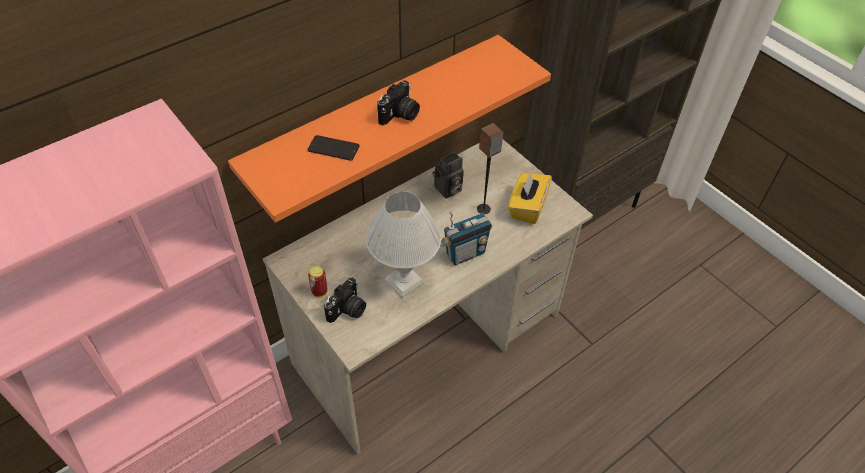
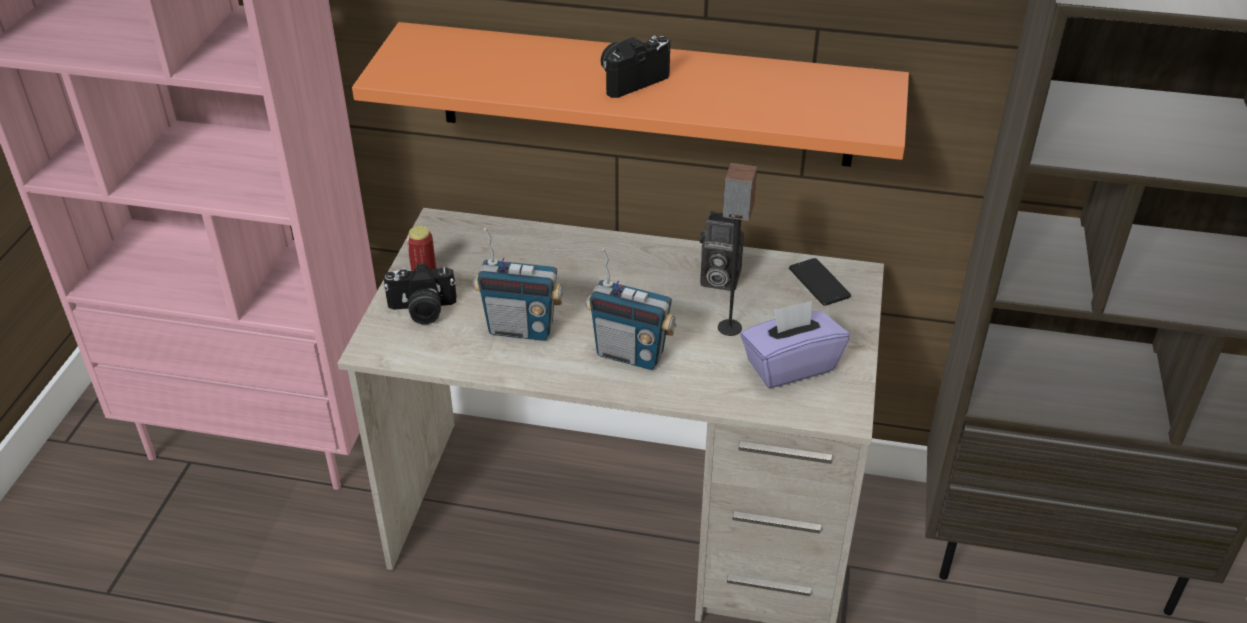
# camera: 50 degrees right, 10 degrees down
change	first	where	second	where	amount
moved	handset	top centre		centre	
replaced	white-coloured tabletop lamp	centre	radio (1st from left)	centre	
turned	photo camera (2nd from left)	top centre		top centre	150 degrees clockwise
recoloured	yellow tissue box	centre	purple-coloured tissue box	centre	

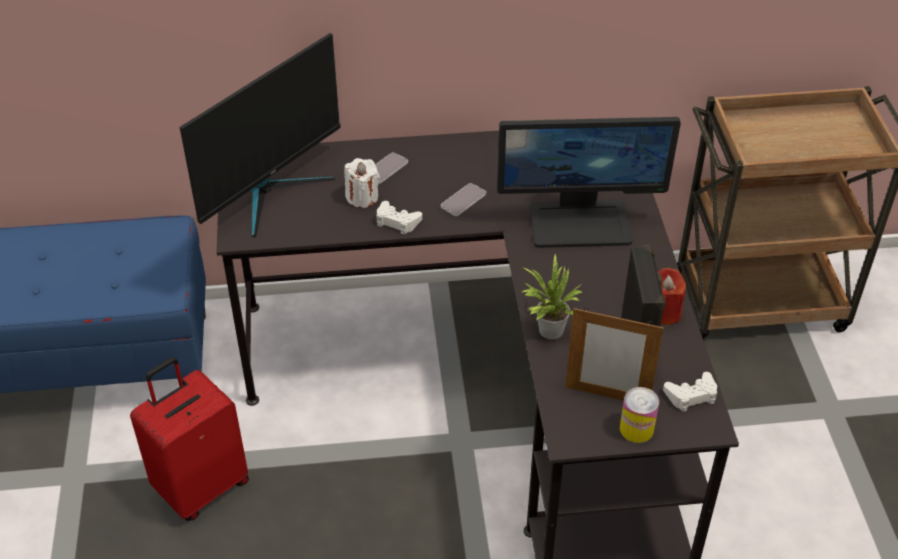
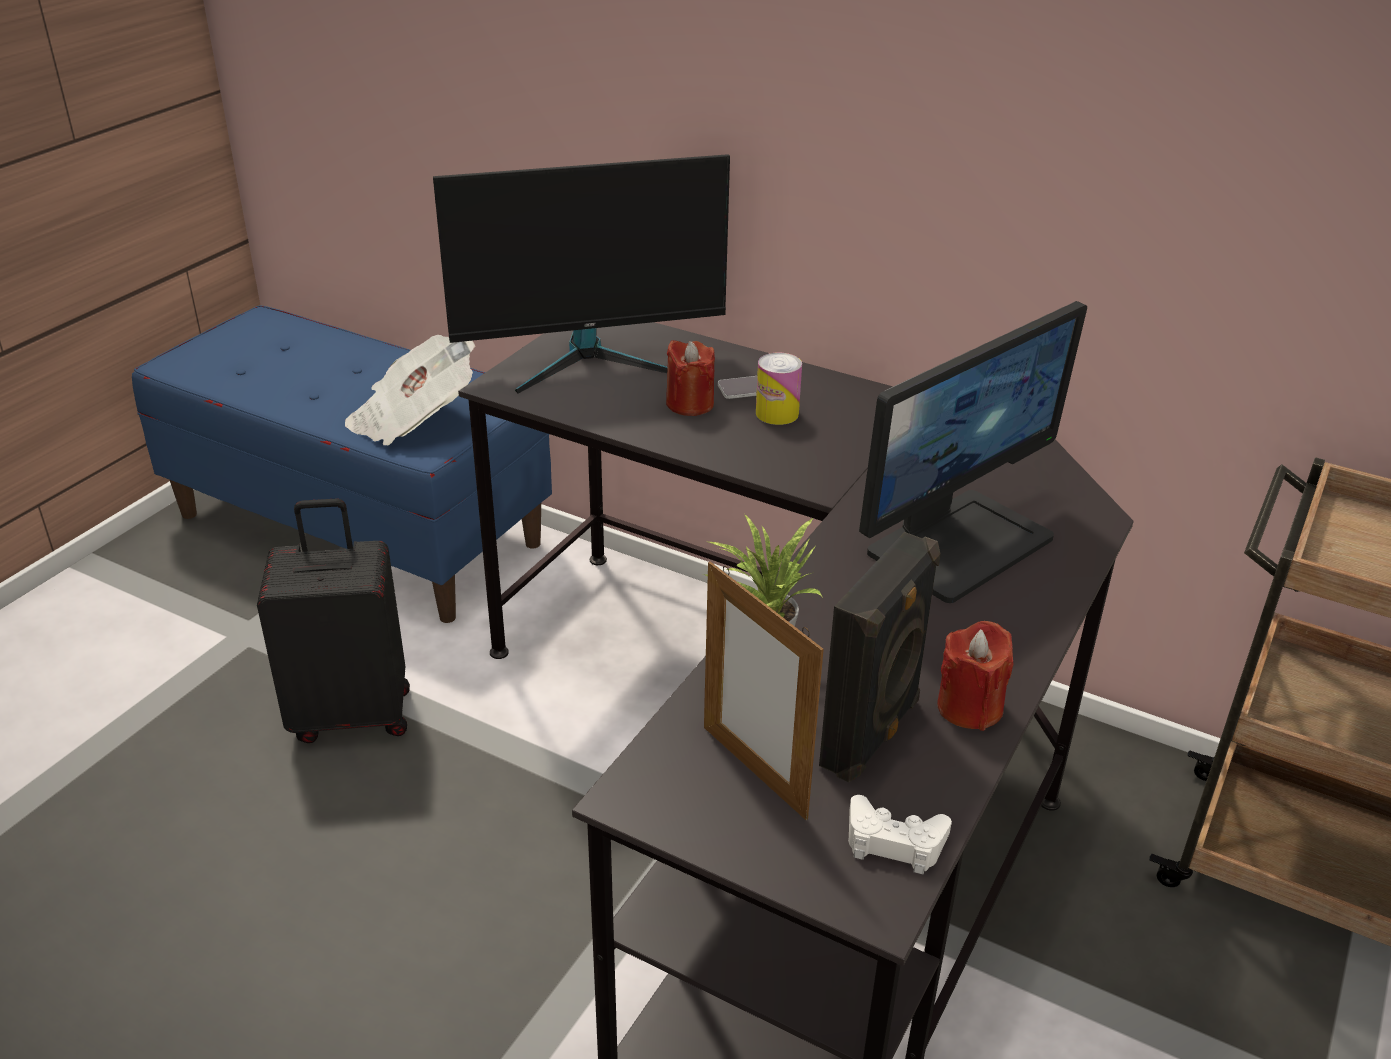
# camera: 35 degrees right, 10 degrees down
change	first	where	second	where	amount
recoloured	red travel case	bottom left	black-coloured travel case	middle left	
recoloured	white-coloured wax candle	top centre	red wax candle (1st from left)	centre	
removed	white-coloured gamepad (1st from left)	centre			
removed	handset (2nd from left)	centre			
turned	monitor (2nd from left)	top centre		middle right	75 degrees counterclockwise
moved	metal can	bottom right		centre	
added			newspaper	middle left	

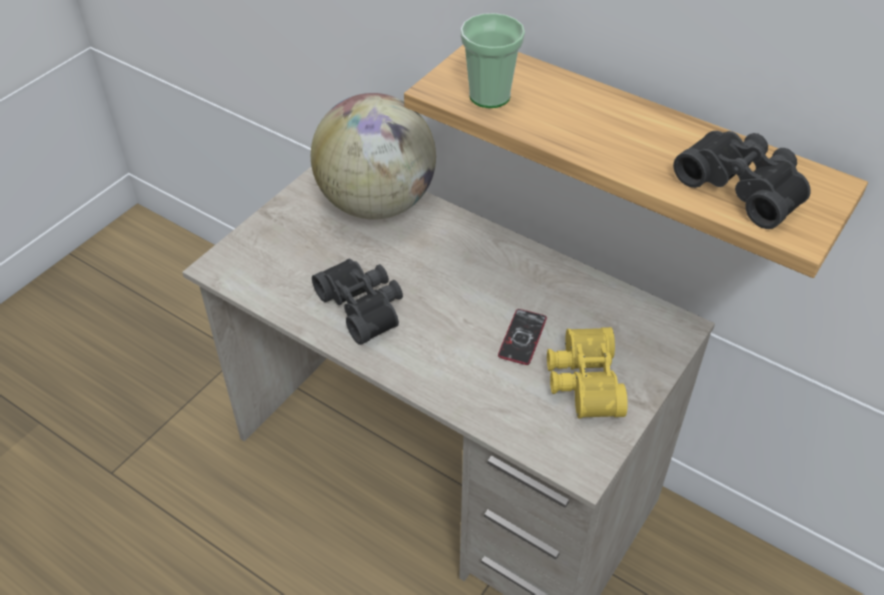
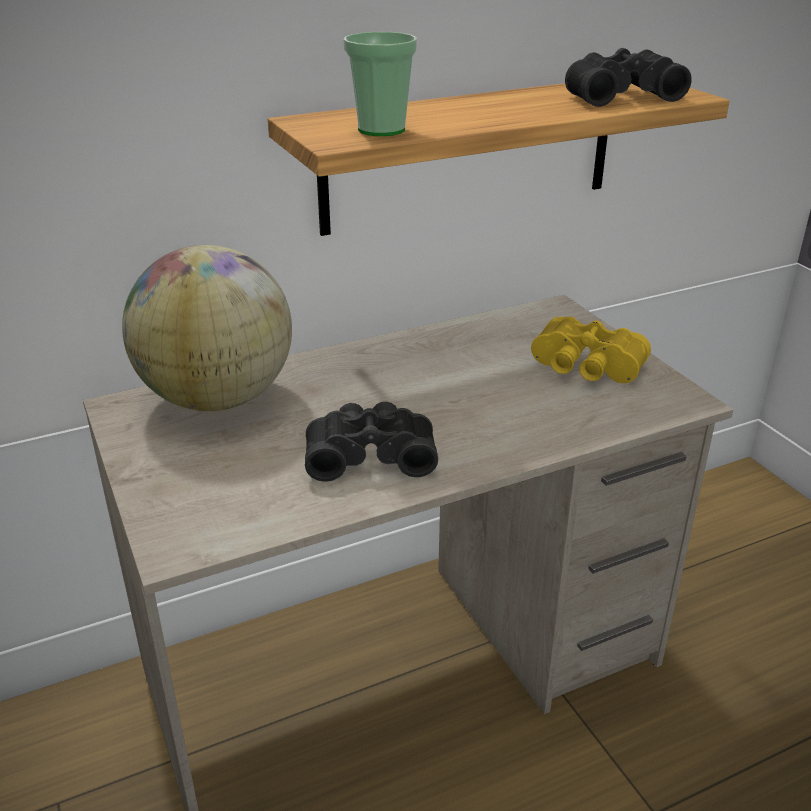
# camera: 60 degrees left, 15 degrees down
change	first	where	second	where	amount
removed	handset	centre			

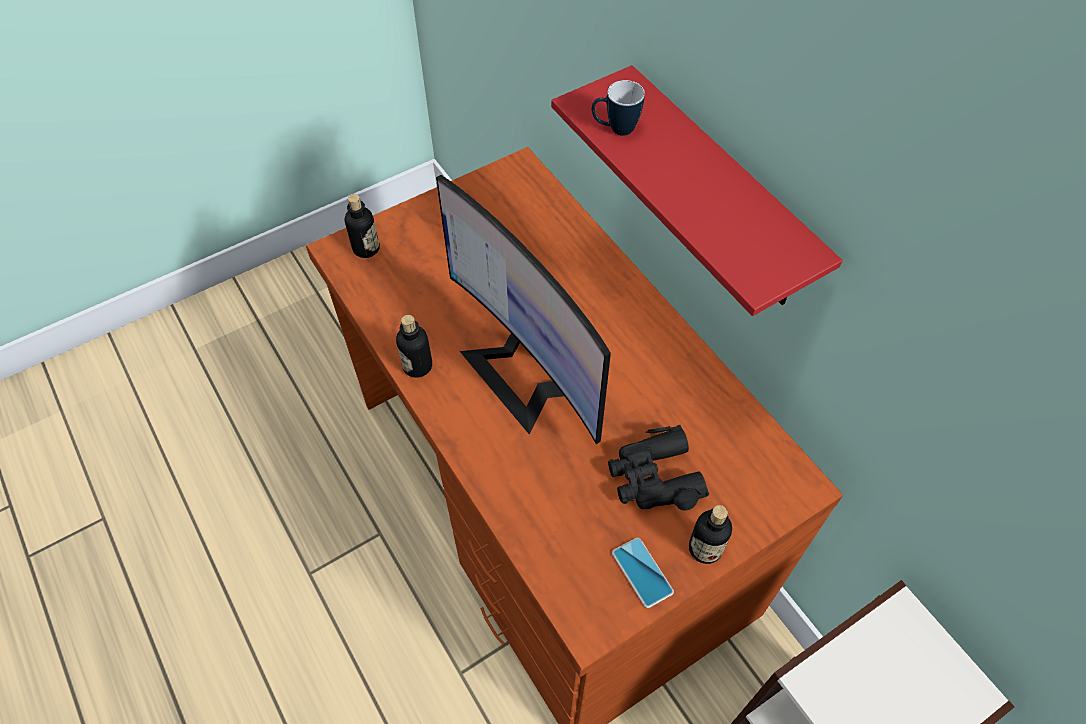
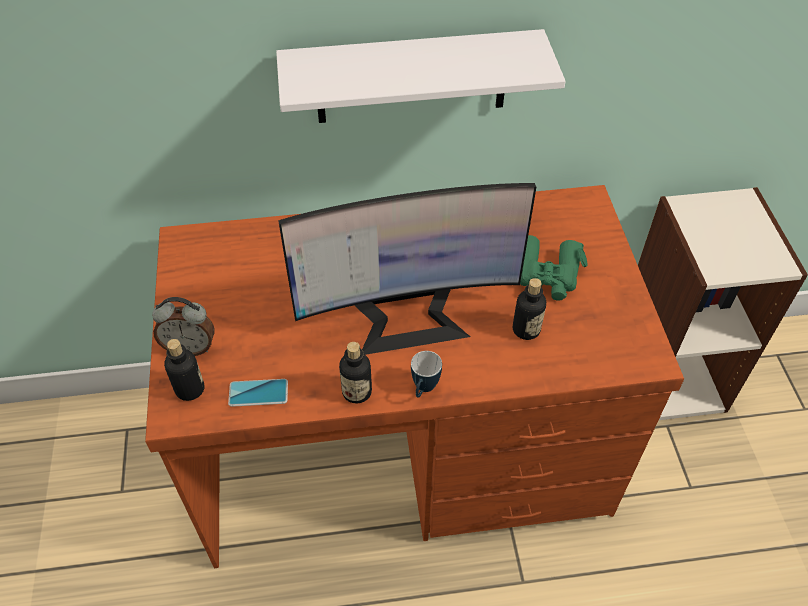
# camera: 65 degrees left, 5 degrees down
change	first	where	second	where	amount
recoloured	red shelf	top centre	white-coloured shelf	top centre	
moved	tea mug	top centre		centre	
recoloured	black-coloured field glasses	centre	greenish field glasses	middle right	
moved	handset	bottom centre		middle left	
moved	bottle (3rd from left)	bottom centre		centre	
added			alarm clock	middle left	

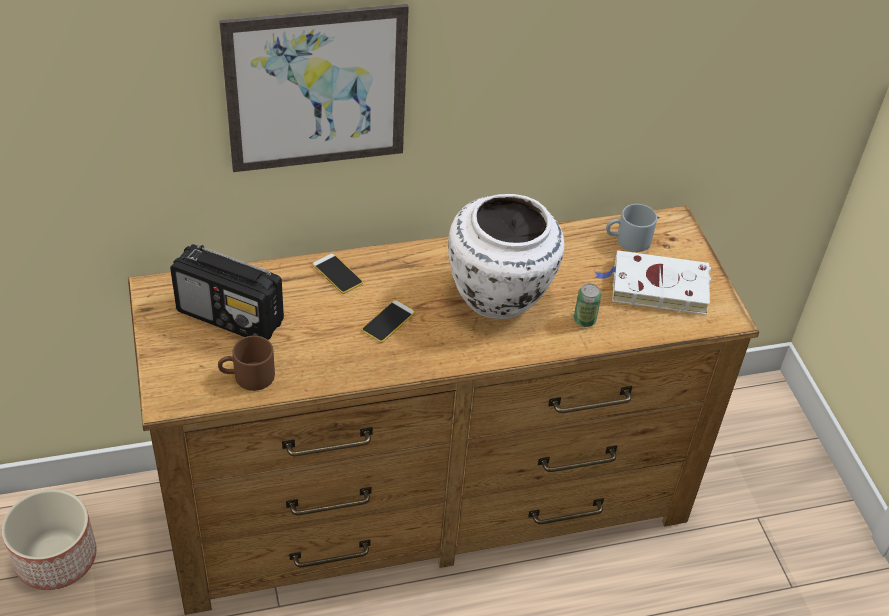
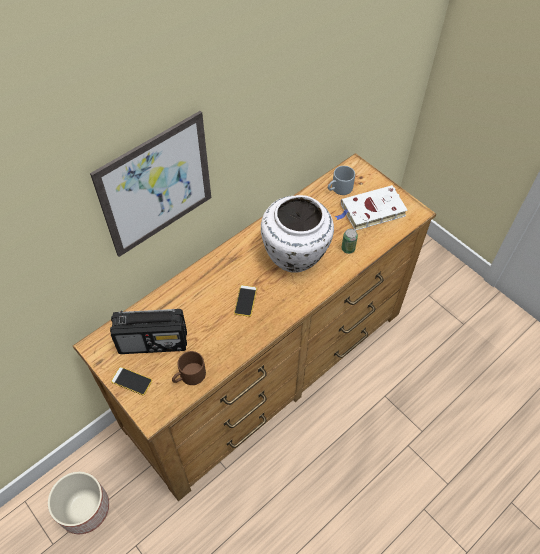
# camera: 25 degrees left, 10 degrees up
change	first	where	second	where	amount
moved	handset (1st from left)	centre		bottom left	

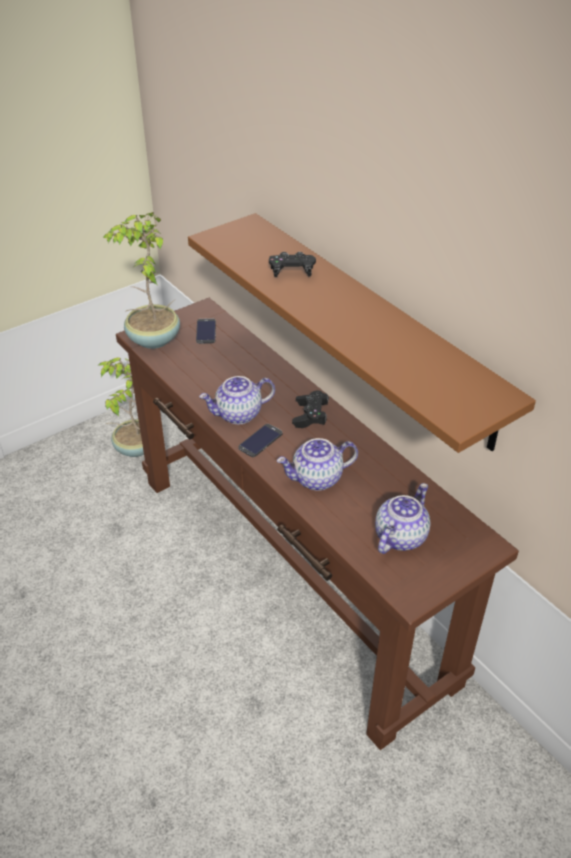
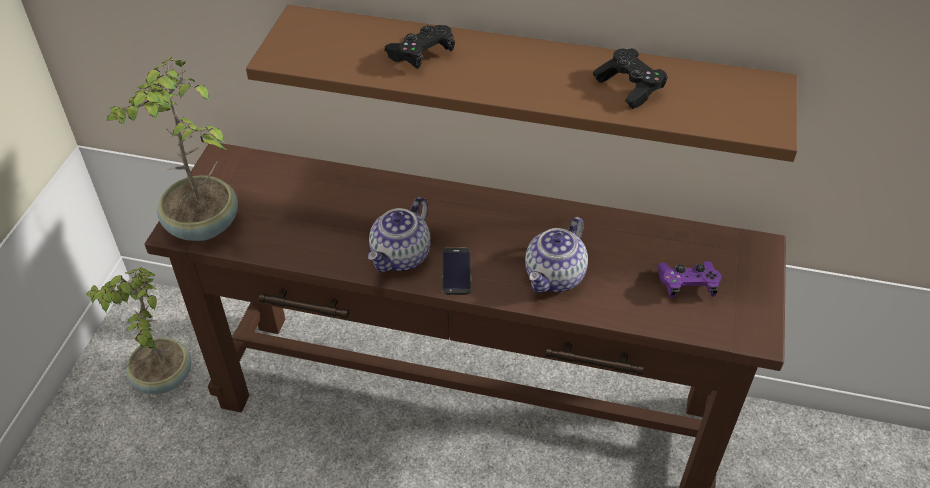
# camera: 40 degrees left, 5 degrees up
change	first	where	second	where	amount
removed	handset (1st from left)	centre			
moved	black-coloured gamepad (2nd from left)	centre		top right	
replaced	tea pot (3rd from left)	middle right	purple-coloured gamepad	middle right	

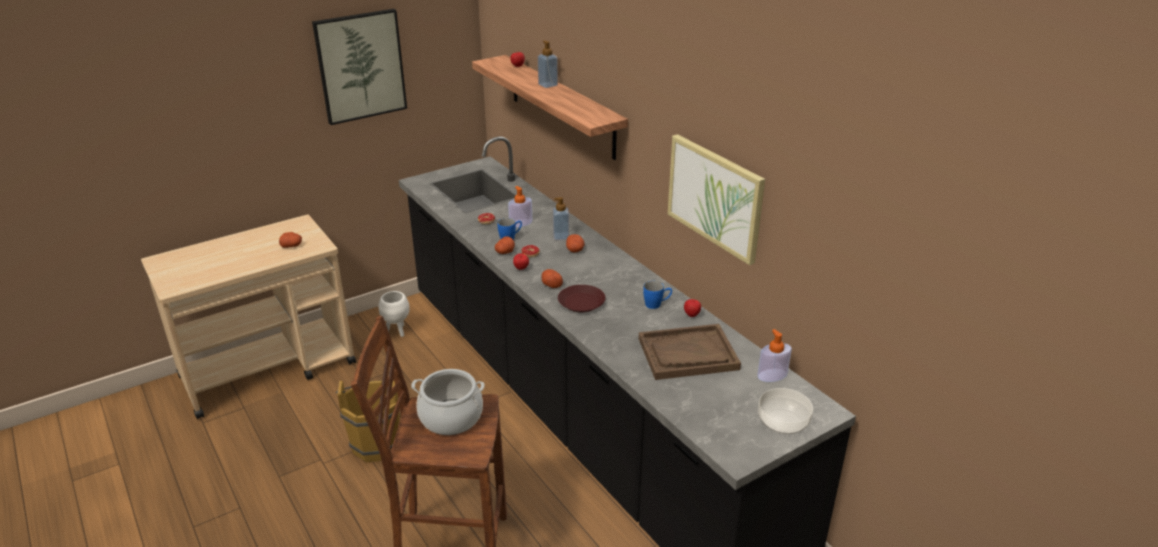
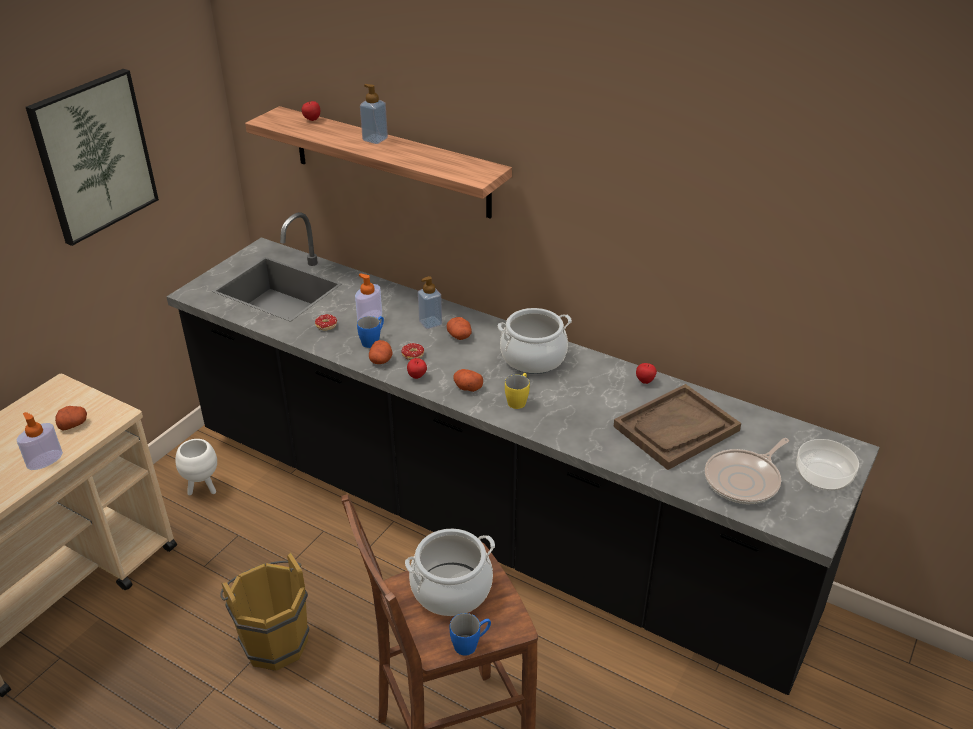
# camera: 25 degrees left, 5 degrees up
change	first	where	second	where	amount
replaced	brownish plate	centre	yellow tea mug	centre	
moved	blue tea mug (2nd from left)	centre		bottom centre	
removed	wall picture (2nd from left)	centre			
moved	liquid soap bottle (4th from left in the first image)	middle right	liquid soap bottle (1st from left)	middle left	
added			stockpot (2nd from left)	centre	
added			skillet	middle right	

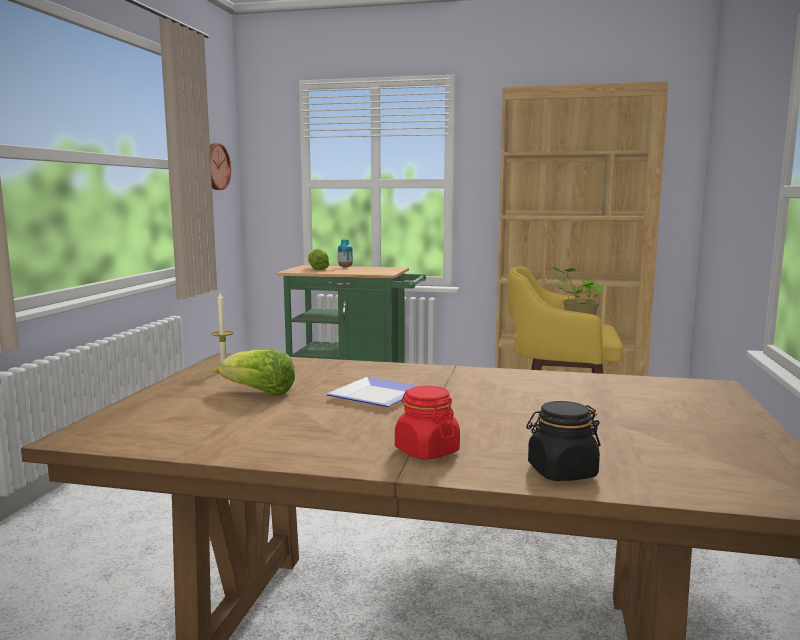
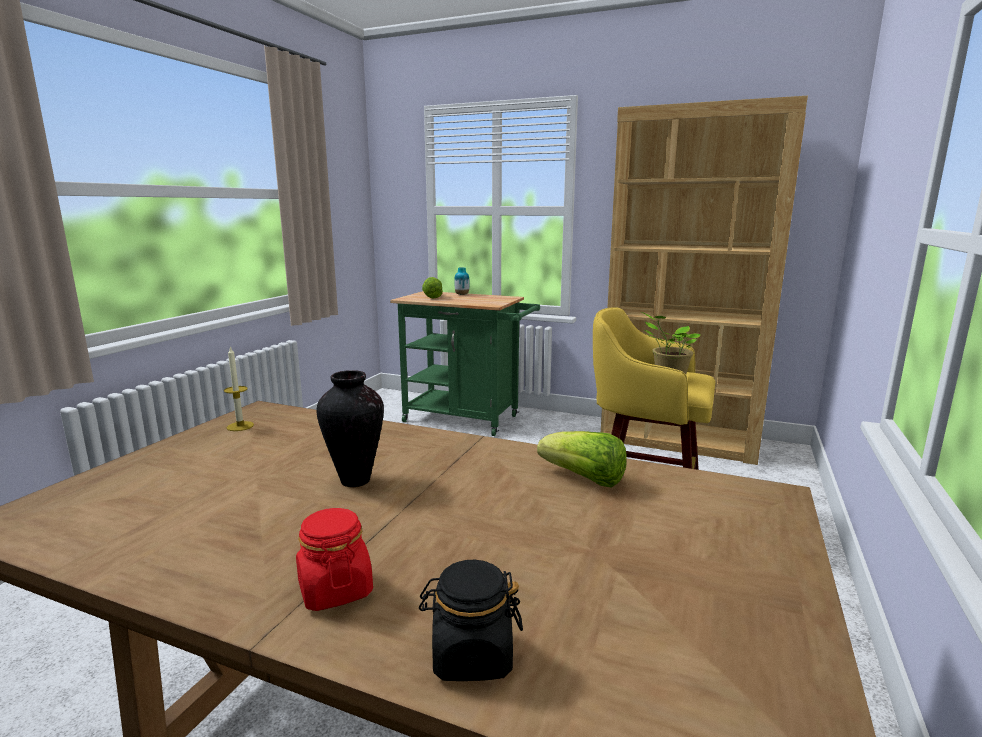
# camera: 10 degrees right, 5 degrees up
change	first	where	second	where	amount
removed	clock on the wall	top left			
moved	lettuce (1st from left in the first image)	middle left	lettuce (2nd from left)	centre	
replaced	plate	centre	flower vase (1st from left)	centre	

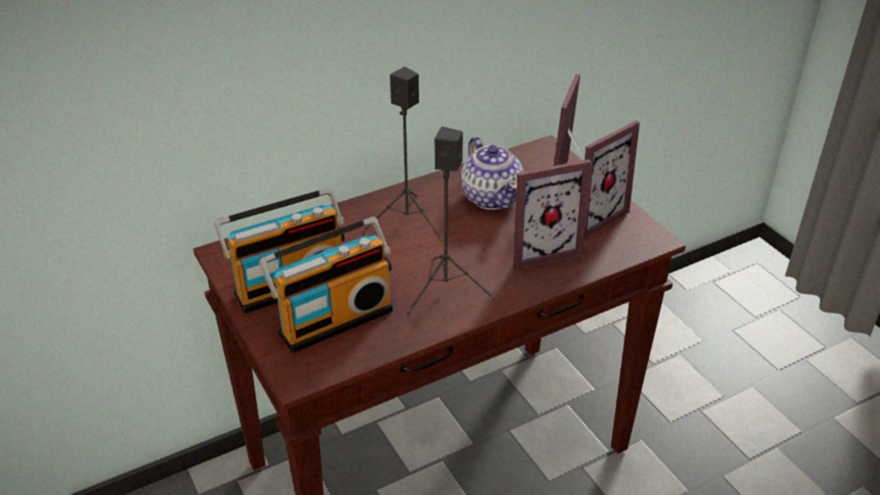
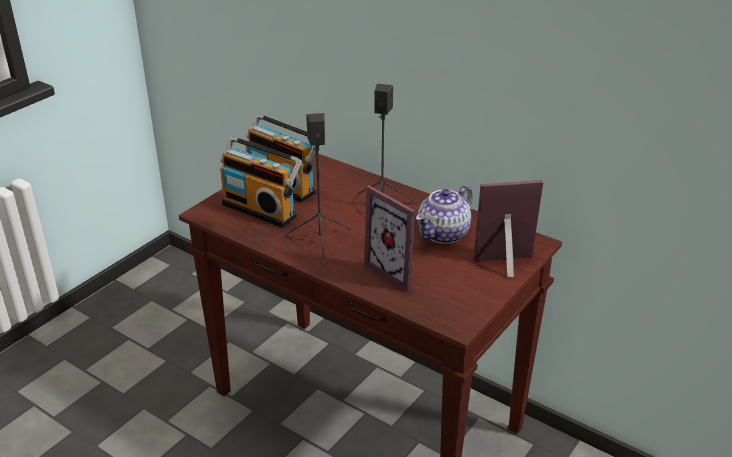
# camera: 65 degrees right, 5 degrees down
change	first	where	second	where	amount
removed	photo frame (3rd from left)	middle right			

